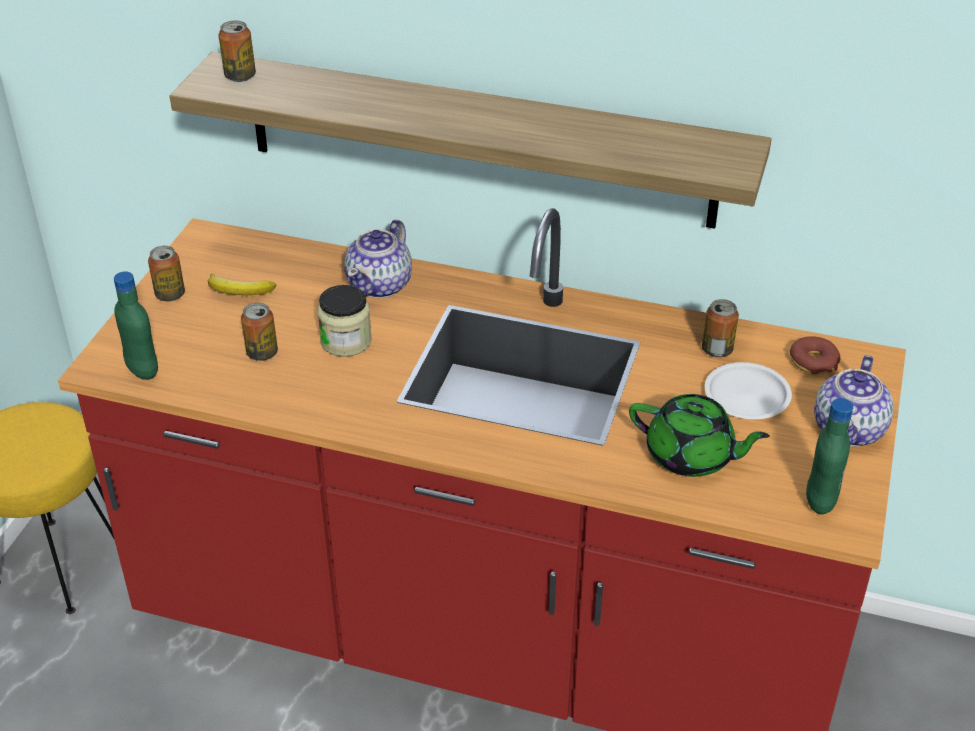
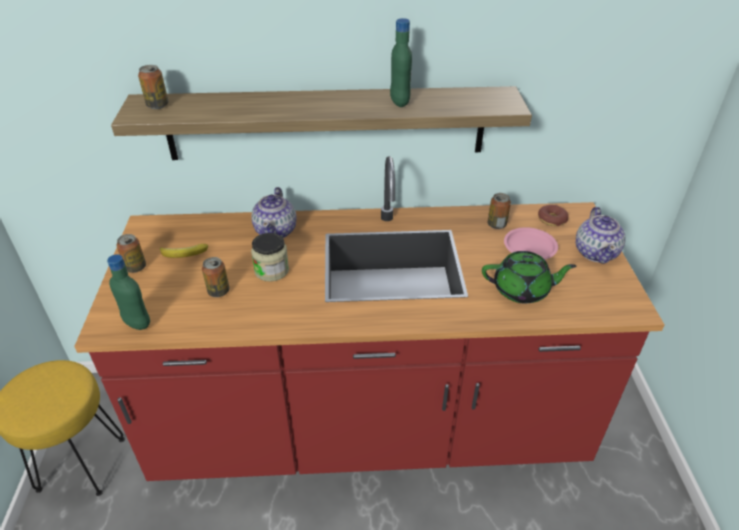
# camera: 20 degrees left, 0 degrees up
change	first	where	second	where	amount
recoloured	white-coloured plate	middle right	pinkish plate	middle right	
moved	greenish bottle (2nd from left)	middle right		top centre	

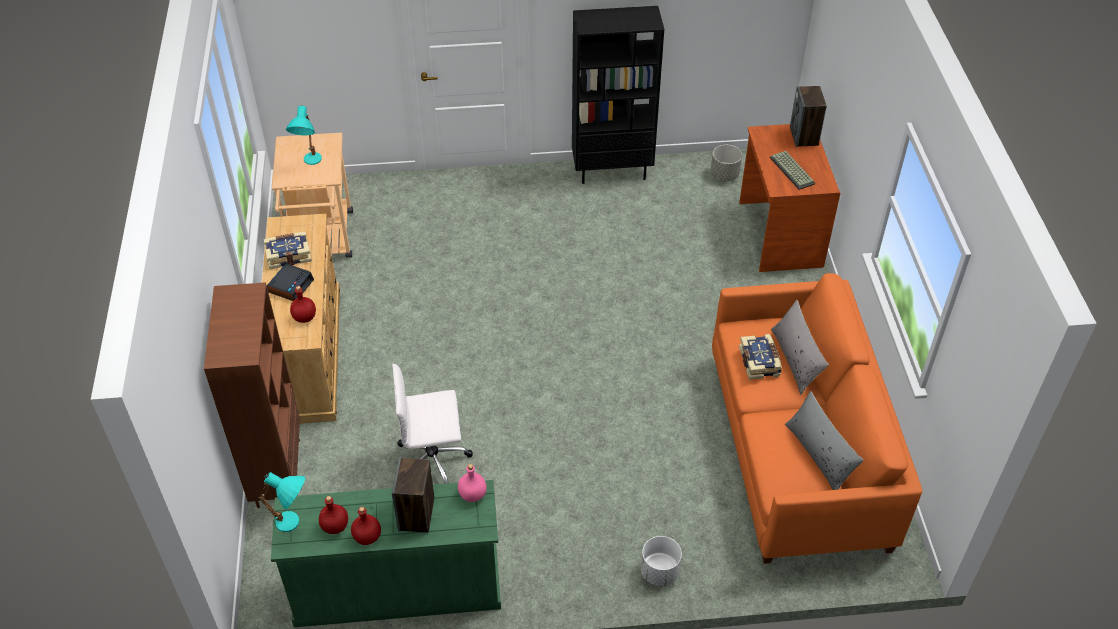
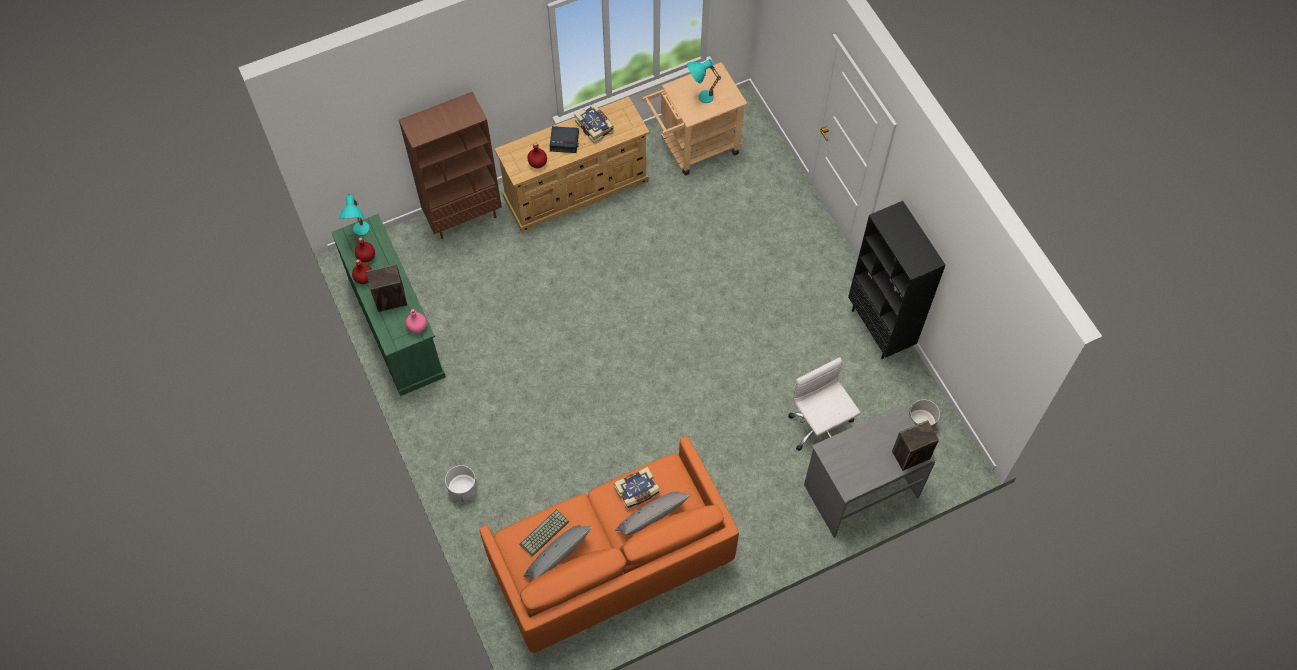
# camera: 70 degrees right, 15 degrees up
change	first	where	second	where	amount
moved	white-coloured desk chair	bottom centre		centre	
recoloured	brownish desk table	top right	gray desk table	bottom right	
moved	PC keyboard	top right		bottom centre	

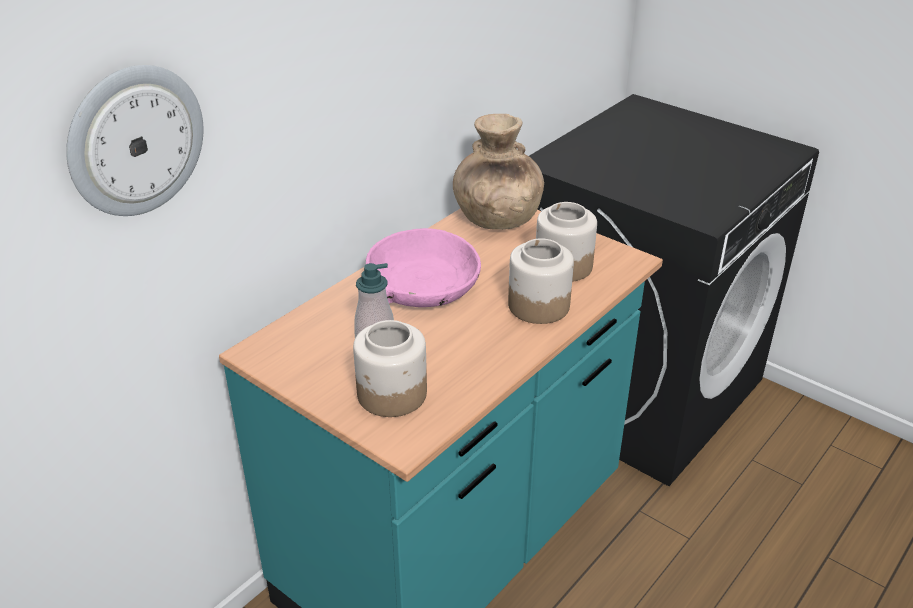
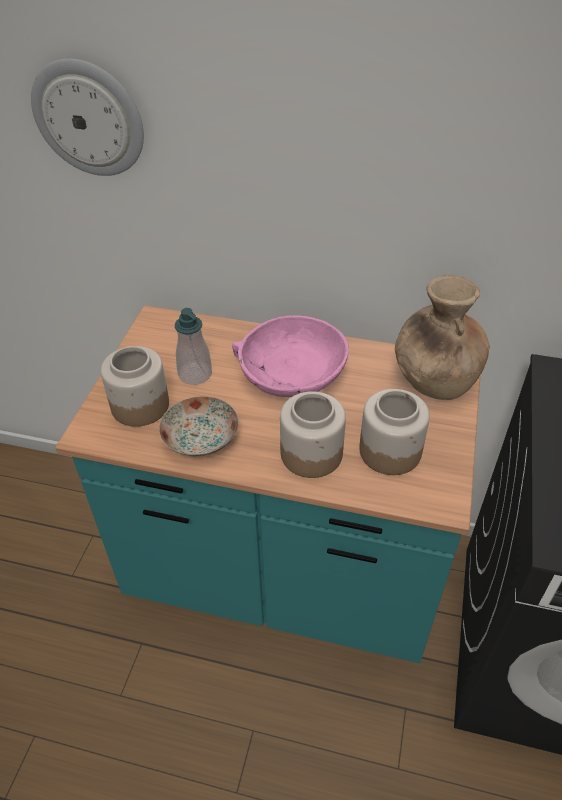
# camera: 65 degrees right, 10 degrees up
change	first	where	second	where	amount
added			plate	centre	

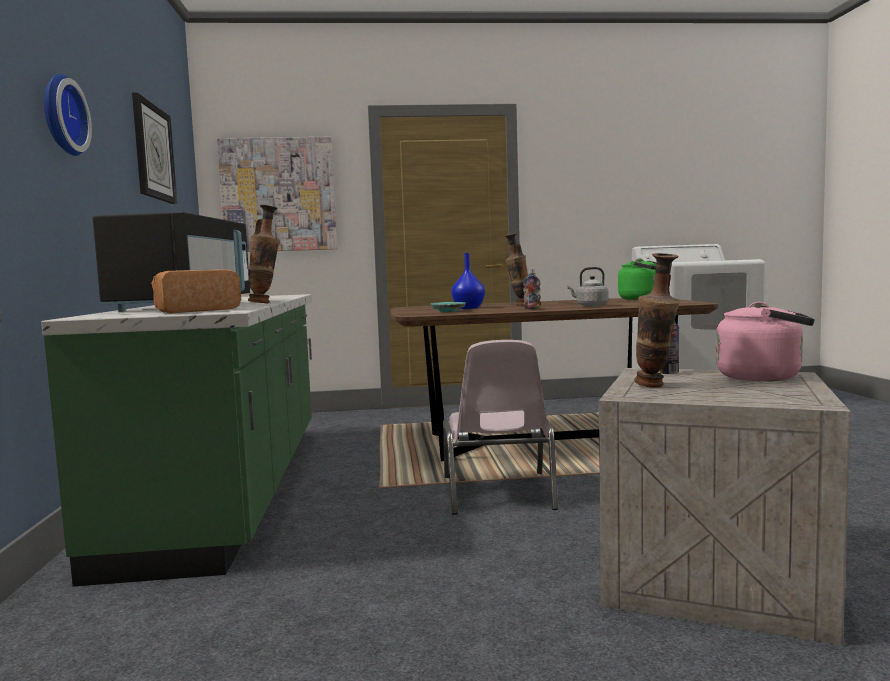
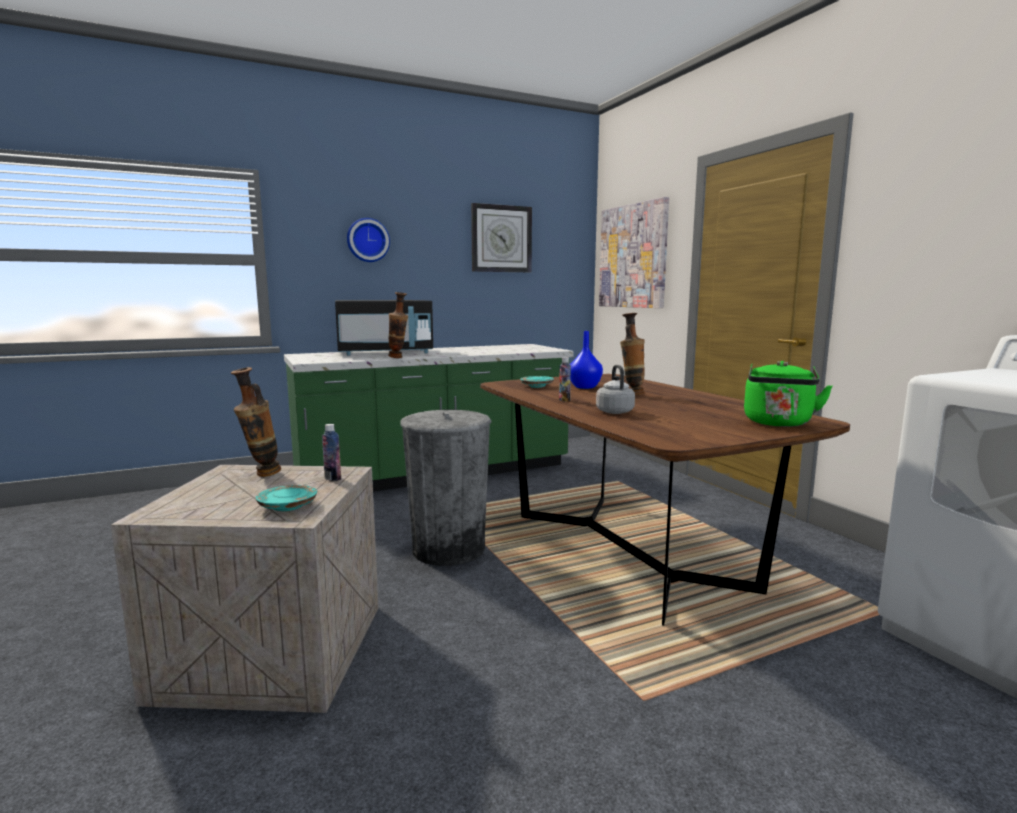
# camera: 70 degrees right, 5 degrees up
change	first	where	second	where	amount
removed	baked bread	middle left			
replaced	pinkish chair	centre	gray rubbish bin	centre	
replaced	pinkish kettle	middle right	turquoise-coloured plate (1st from left)	middle left	

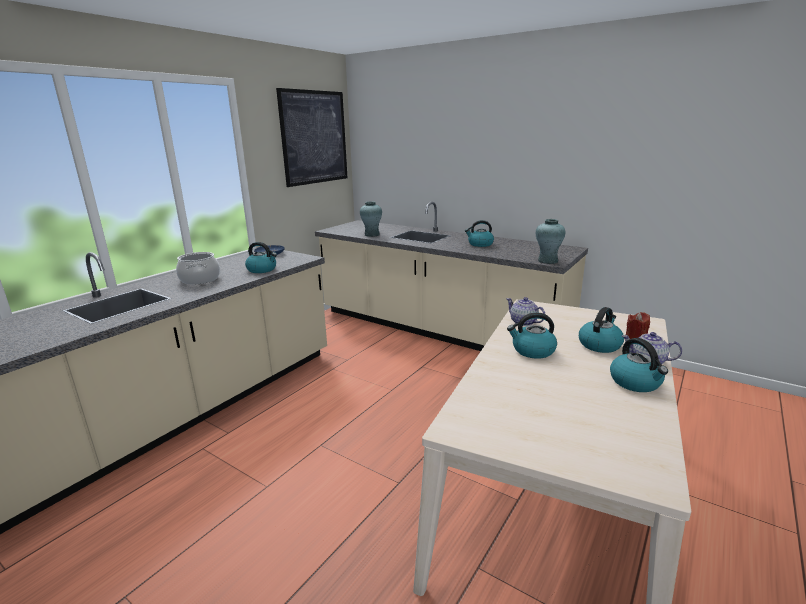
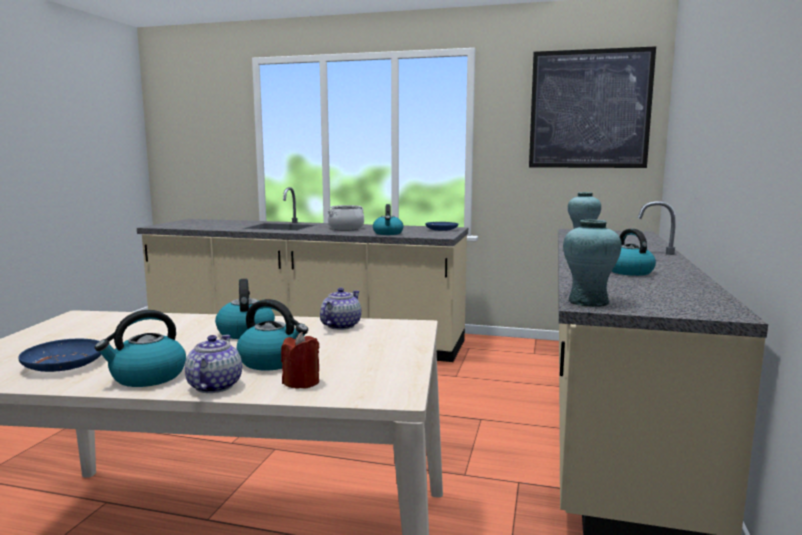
# camera: 70 degrees right, 10 degrees down
change	first	where	second	where	amount
added			blue plate (1st from left)	middle left	

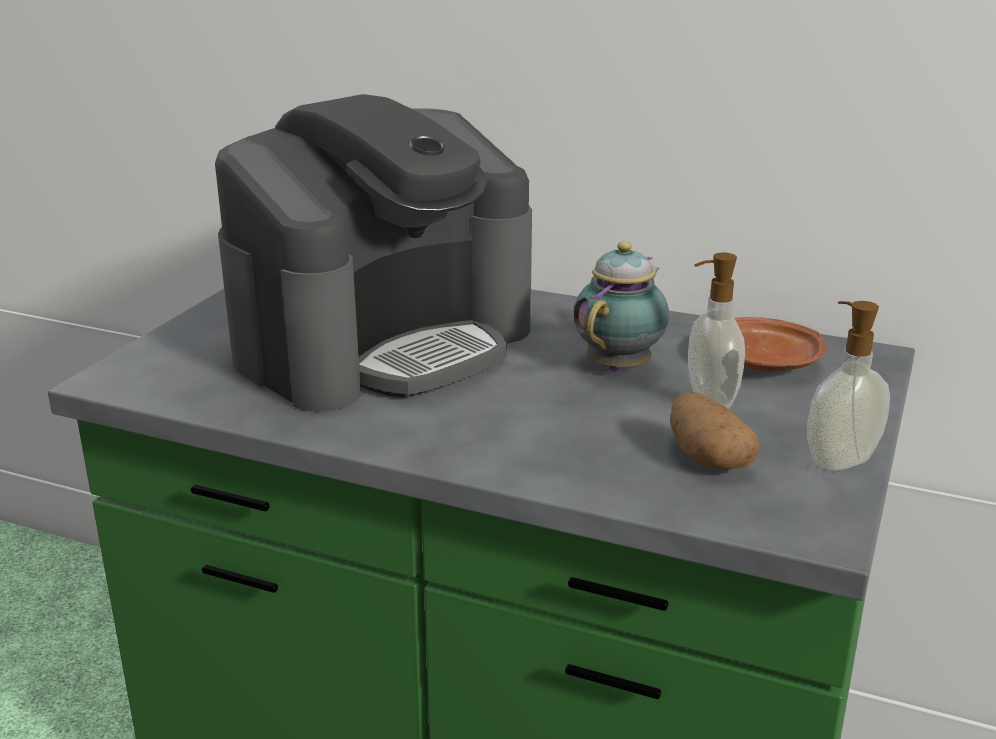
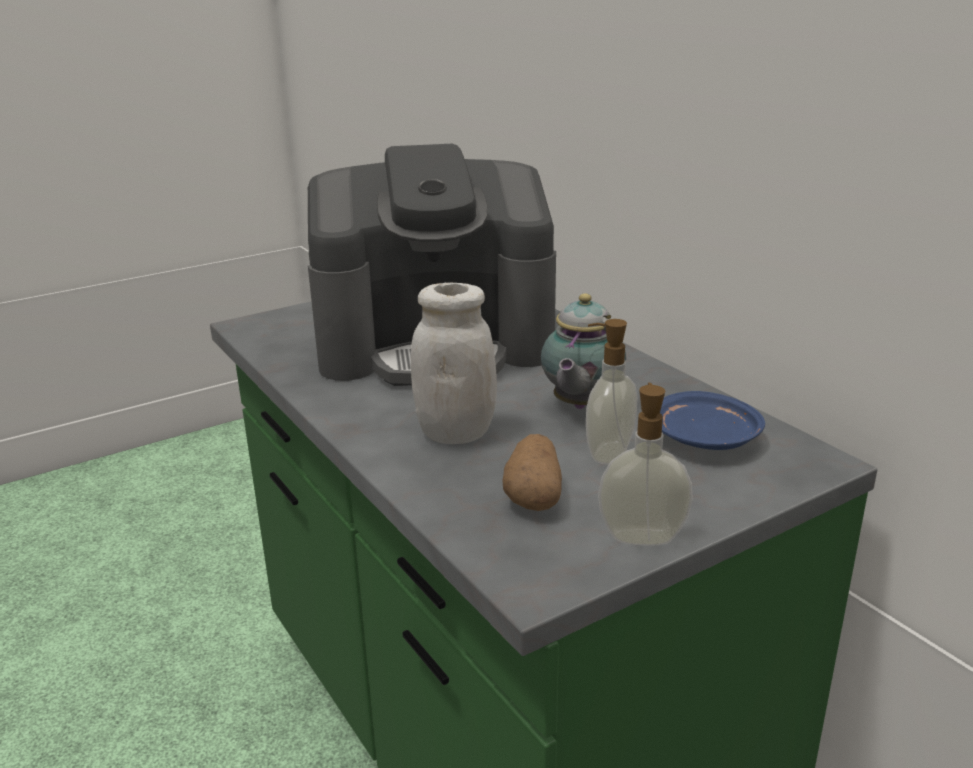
# camera: 35 degrees right, 0 degrees up
change	first	where	second	where	amount
turned	tea pot	centre		centre	135 degrees clockwise
recoloured	brownish plate	middle right	blue plate	middle right	
added			white-coloured preserve jar	centre	

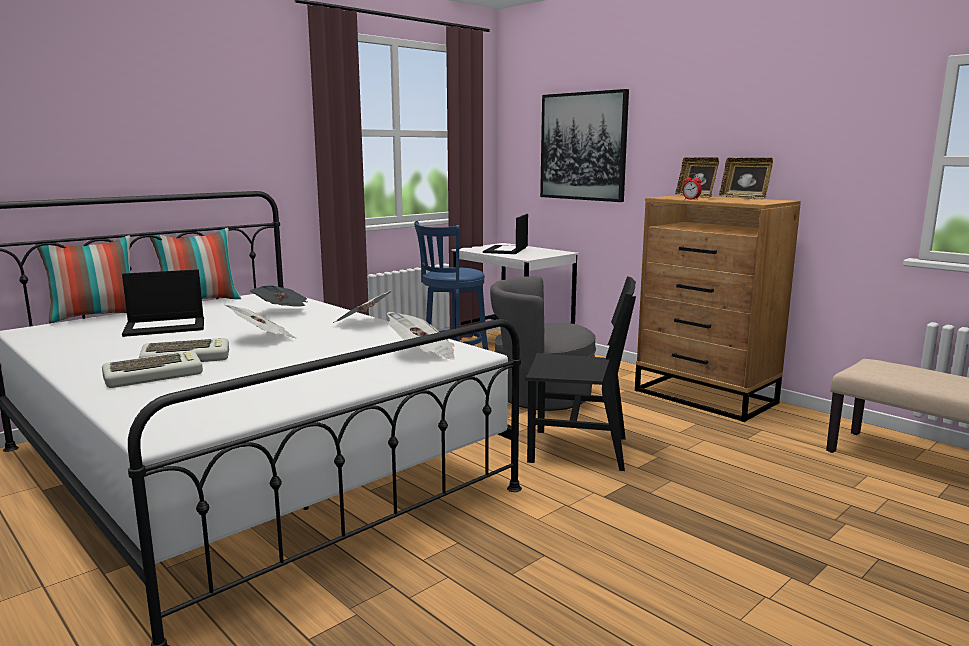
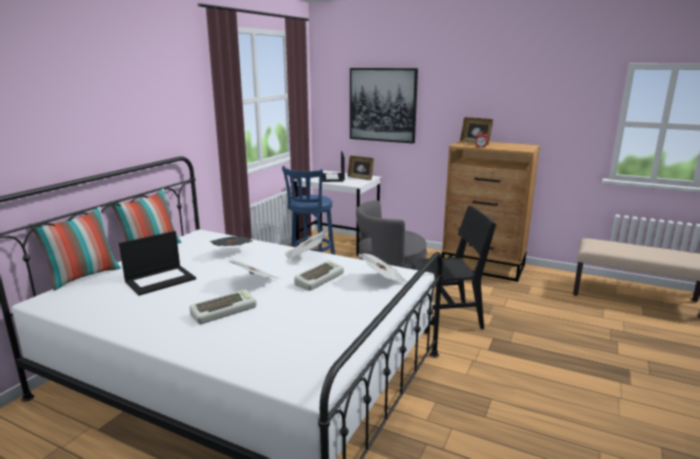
# camera: 20 degrees left, 5 degrees up
change	first	where	second	where	amount
moved	PC keyboard (1st from left in the first image)	middle left	PC keyboard (2nd from left)	centre	
moved	photo frame (2nd from left in the first image)	top right	photo frame (1st from left)	centre	

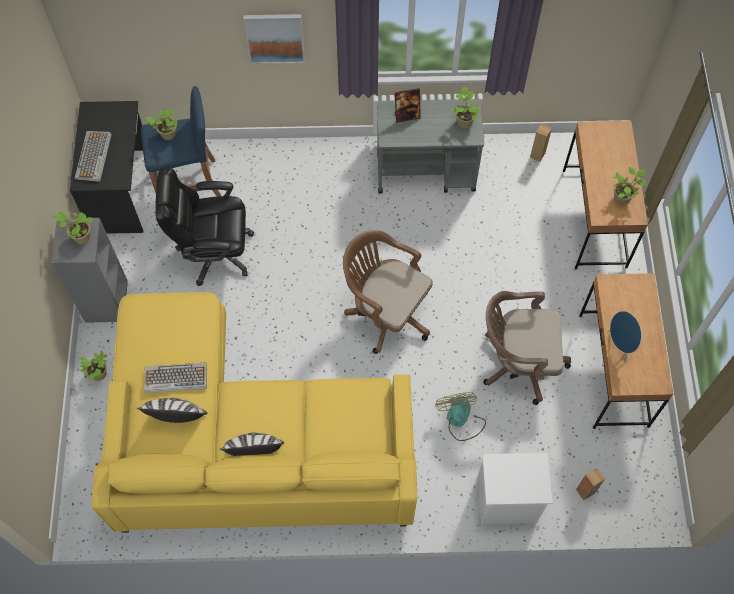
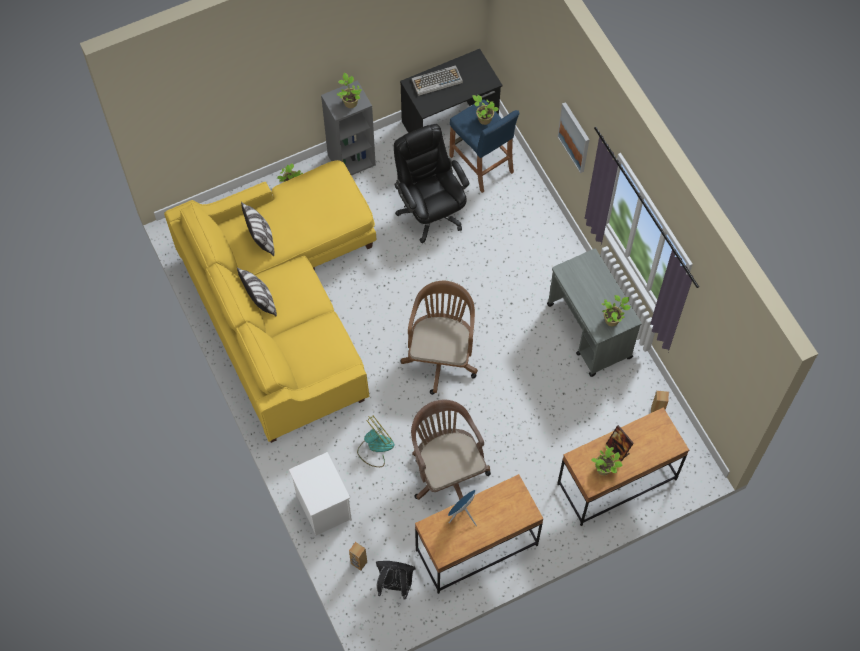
# camera: 65 degrees right, 0 degrees up
change	first	where	second	where	amount
removed	PC keyboard (2nd from left)	middle left			
moved	photo frame	top centre		bottom right	
added			black-coloured knapsack	bottom centre	

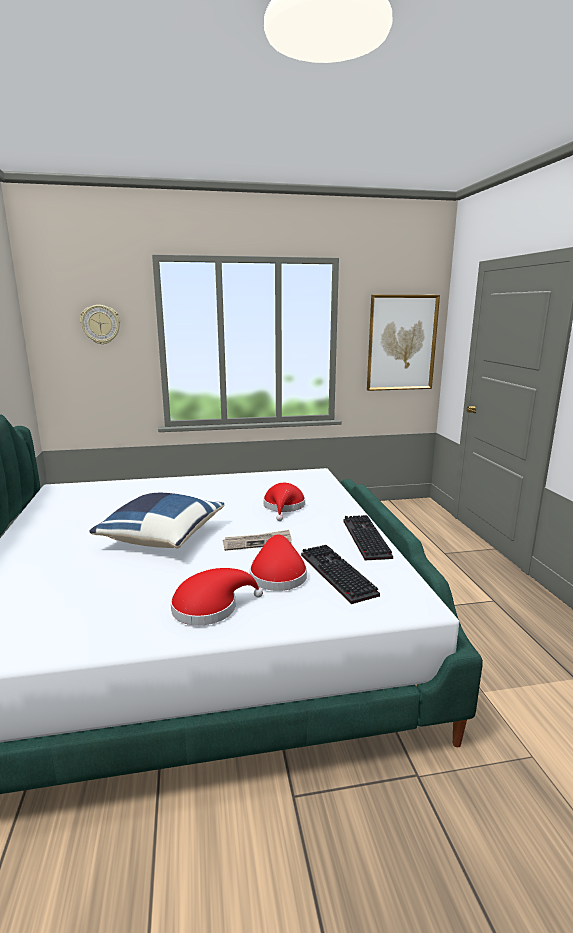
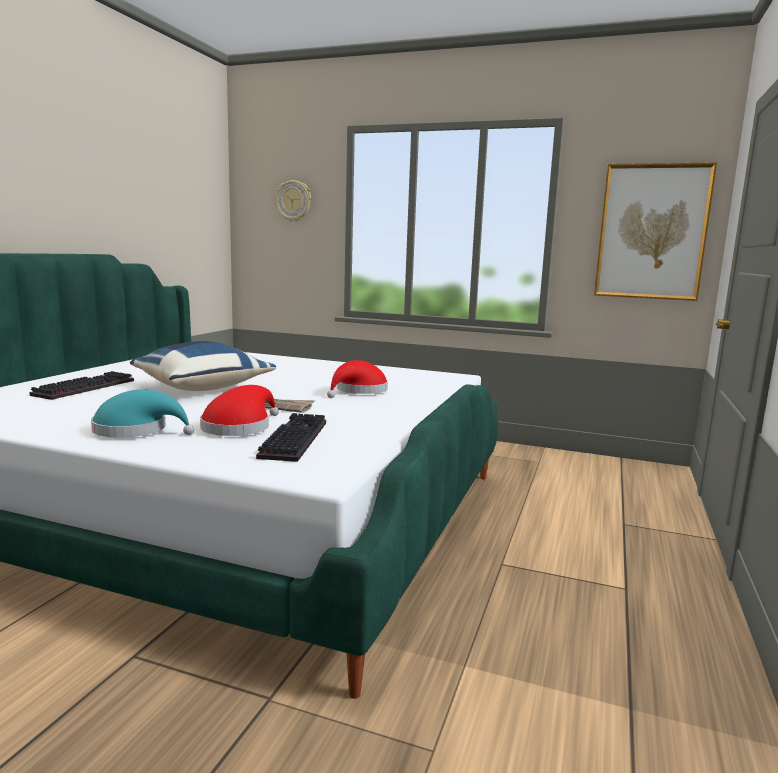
# camera: 30 degrees right, 5 degrees down
change	first	where	second	where	amount
recoloured	red hat (1st from left)	centre	turquoise-coloured hat	middle left	
moved	PC keyboard (2nd from left in the first image)	centre	PC keyboard (1st from left)	middle left	

